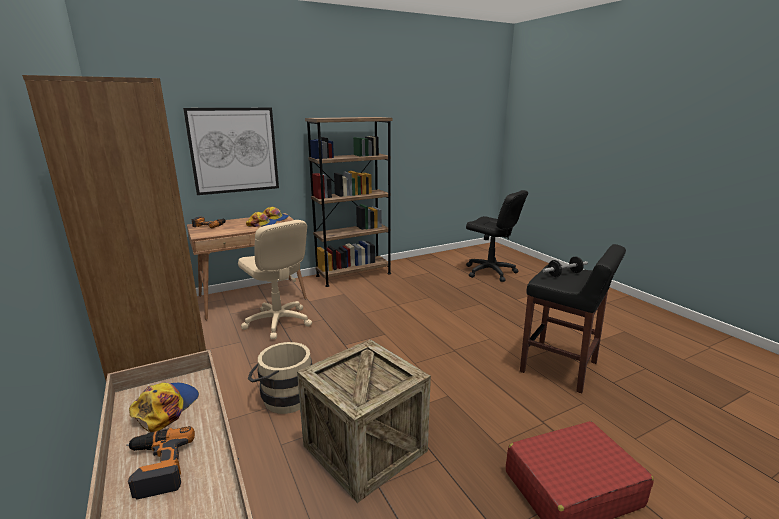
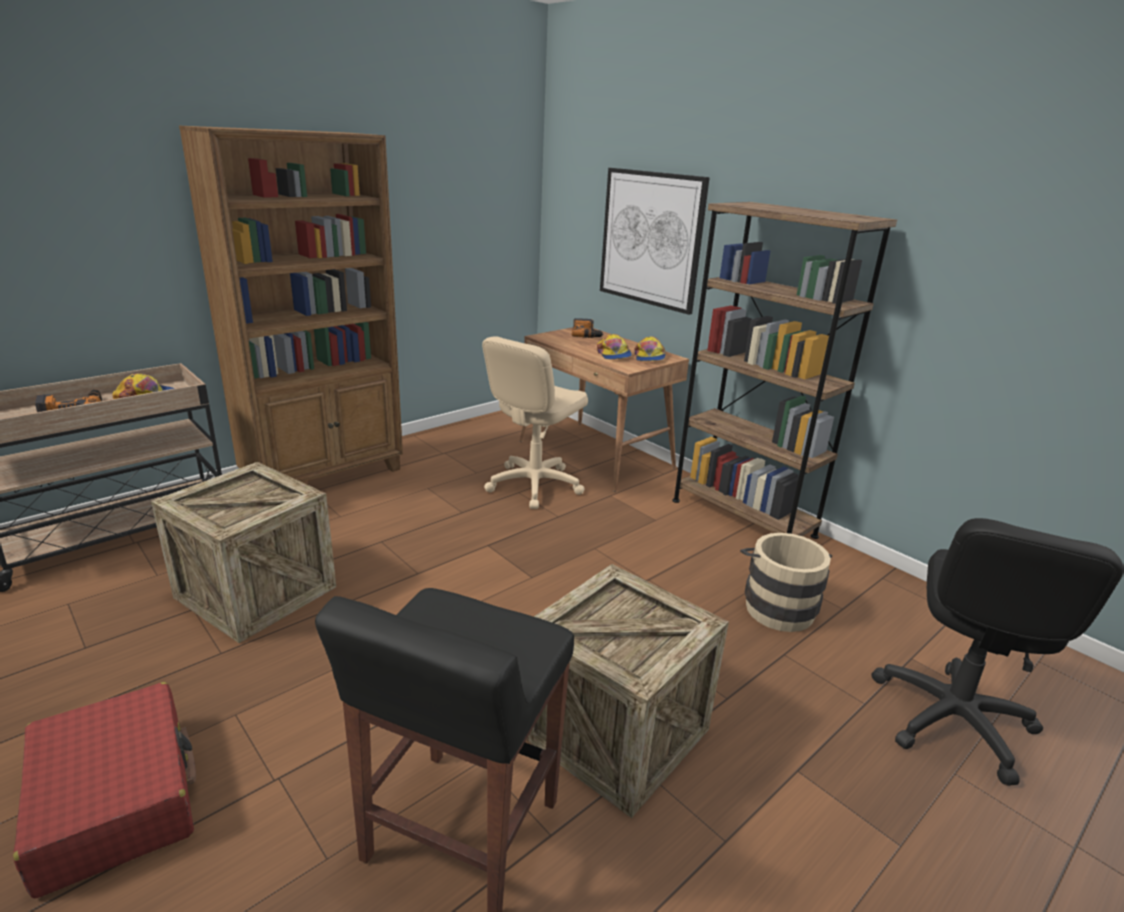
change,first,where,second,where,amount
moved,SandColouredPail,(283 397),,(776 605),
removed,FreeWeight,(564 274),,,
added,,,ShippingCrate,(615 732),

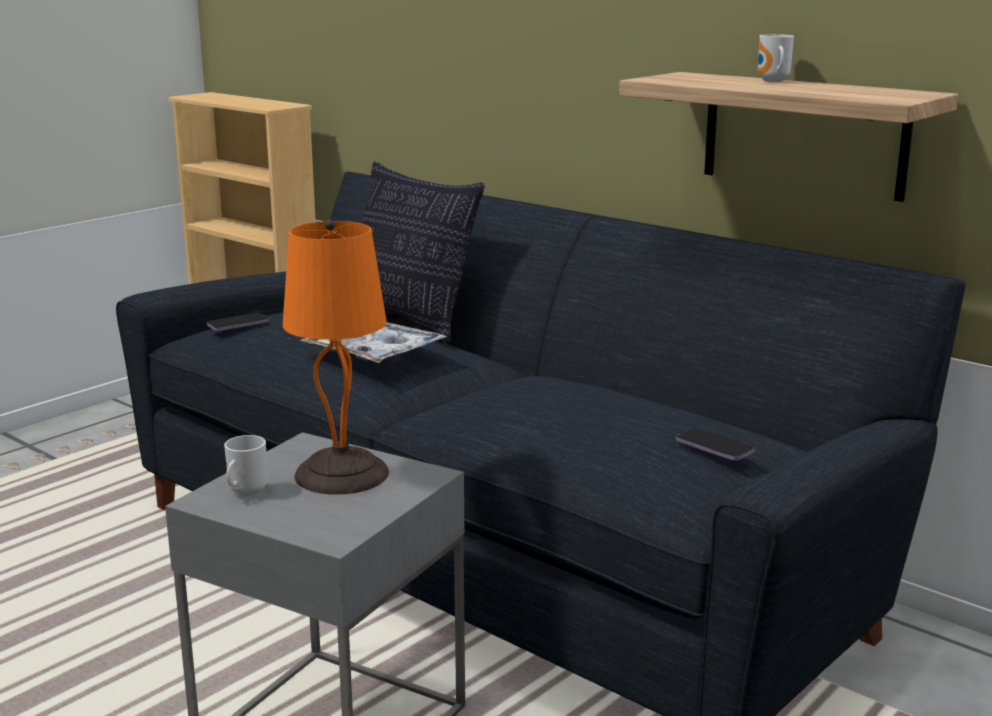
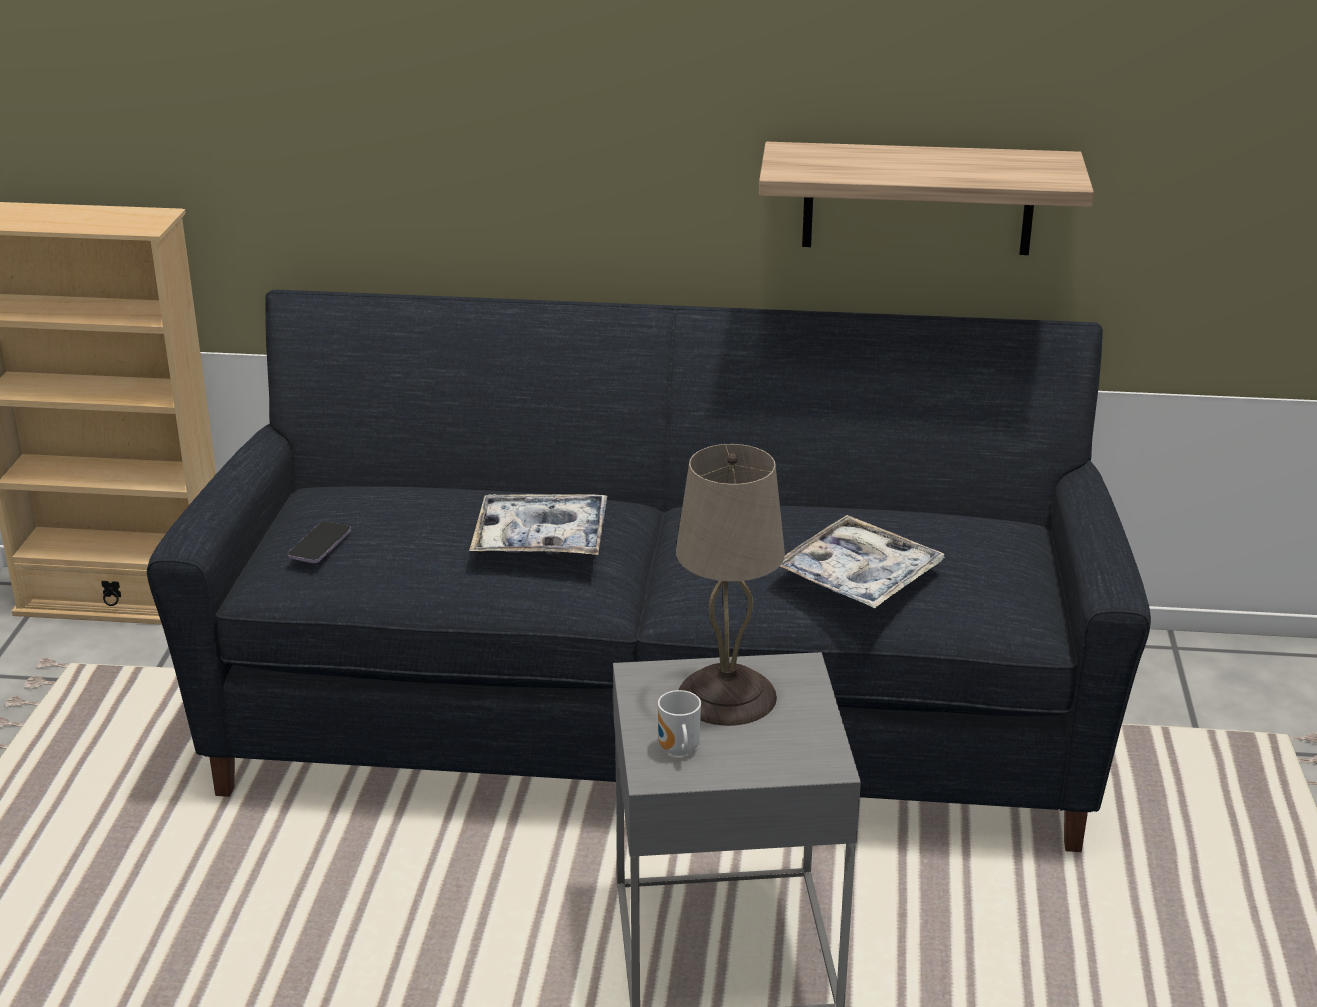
change,first,where,second,where,amount
recoloured,OrangeyLampForATable,(339 474),SandColouredLampForATable,(725 697),
removed,Cushion,(409 323),,,
removed,Telephone,(714 447),,,
removed,TeaMug,(772 81),,,
added,,,CarryingTray,(858 576),

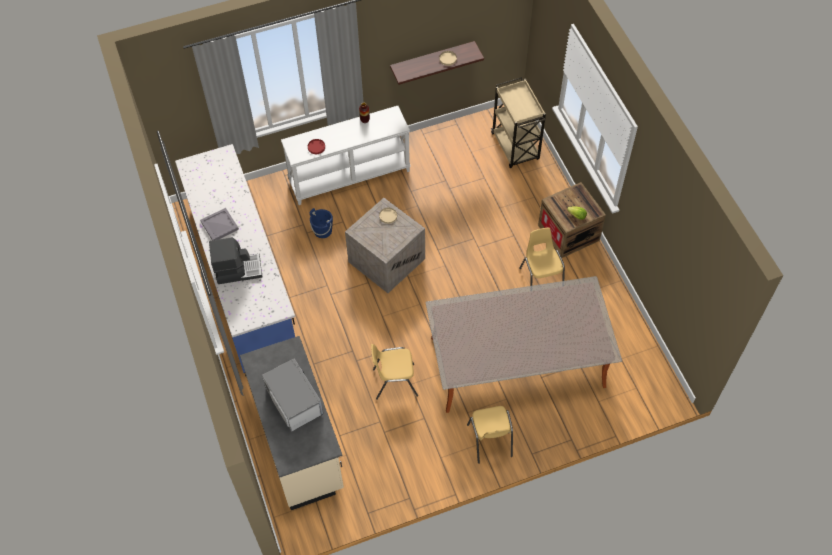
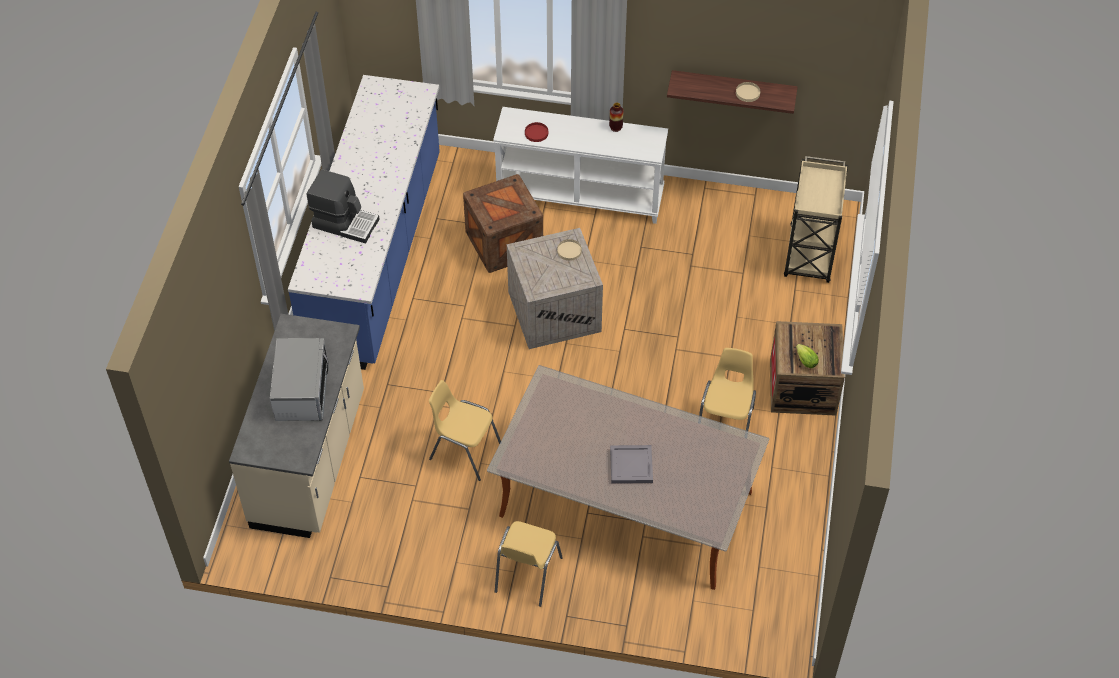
change,first,where,second,where,amount
moved,GrayCarryingTray,(220 226),,(632 466),
replaced,BluishPail,(323 230),ShippingCrate,(504 243),

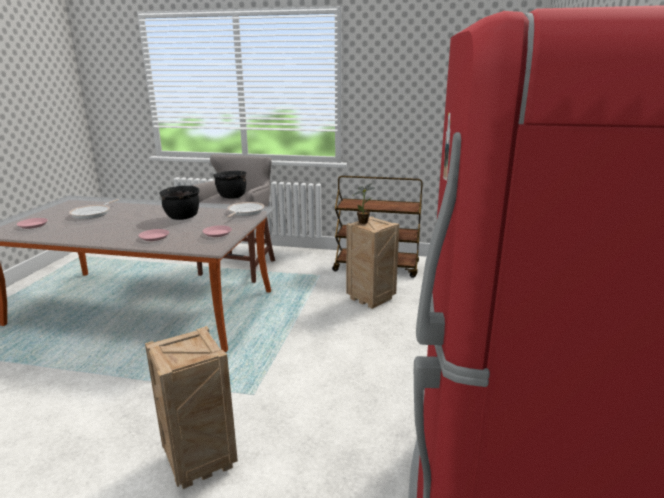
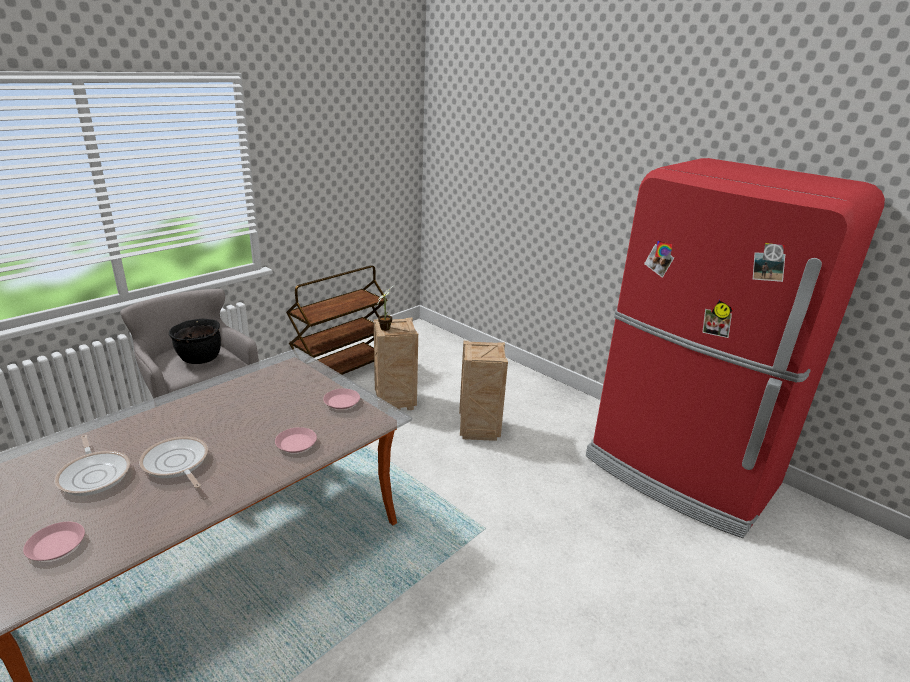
change,first,where,second,where,amount
moved,ShippingCrate,(199 462),,(479 430),
removed,BlackColouredSaucepot,(182 217),,,
moved,Skillet,(244 212),,(176 464),

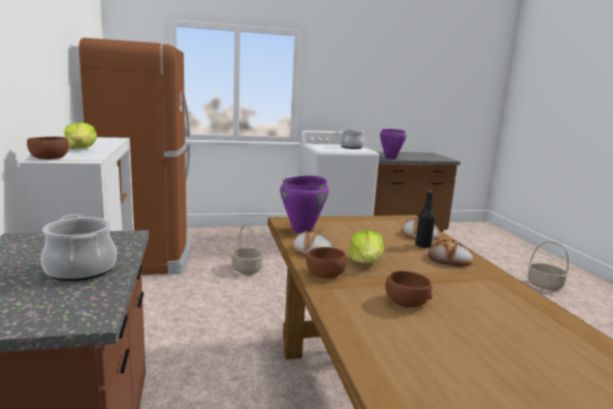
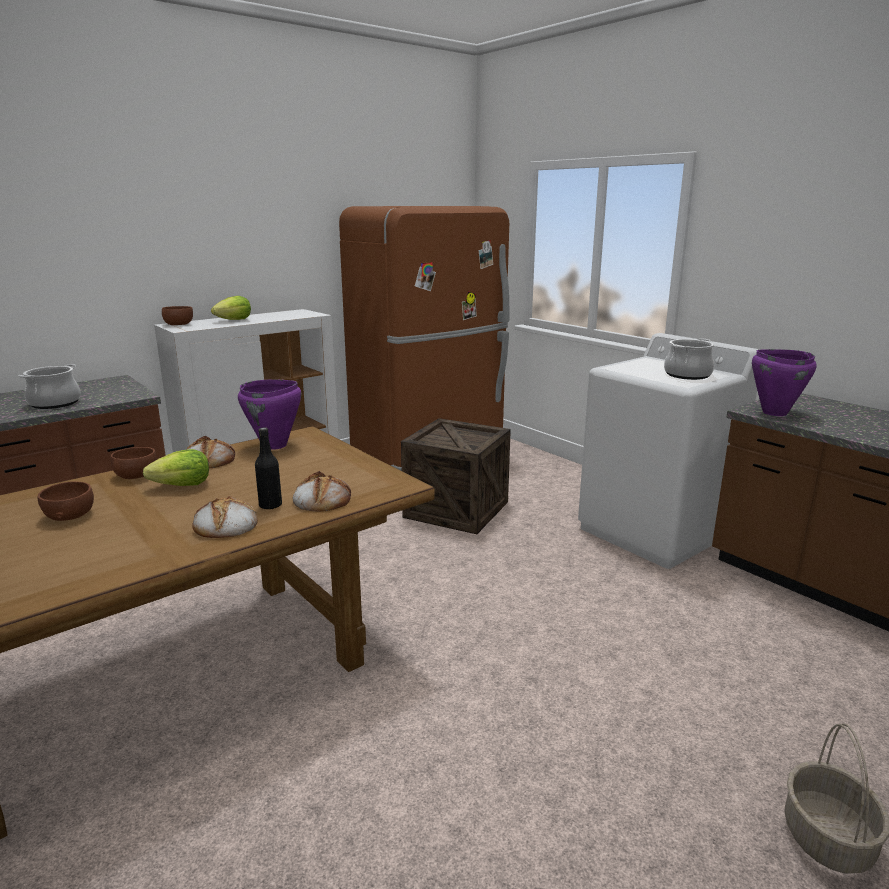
change,first,where,second,where,amount
replaced,Basket,(247 269),ShippingCrate,(456 509),

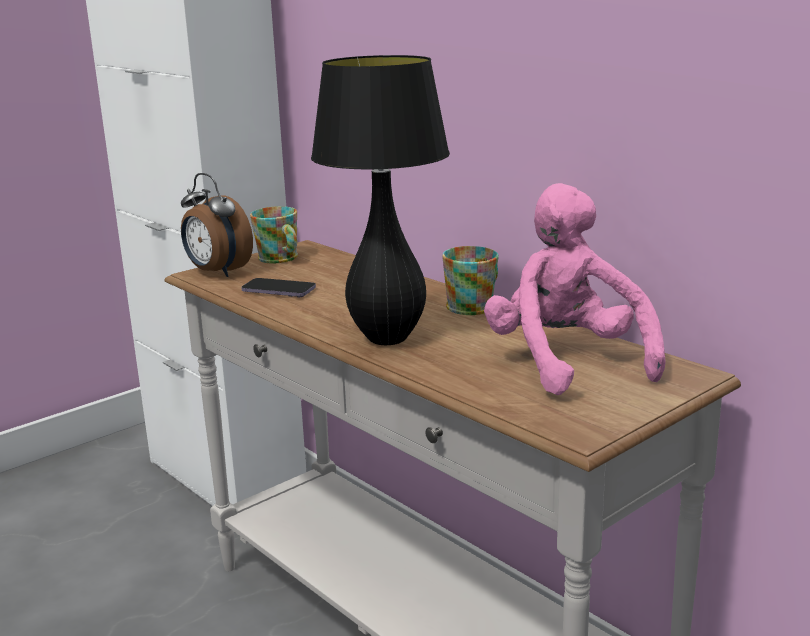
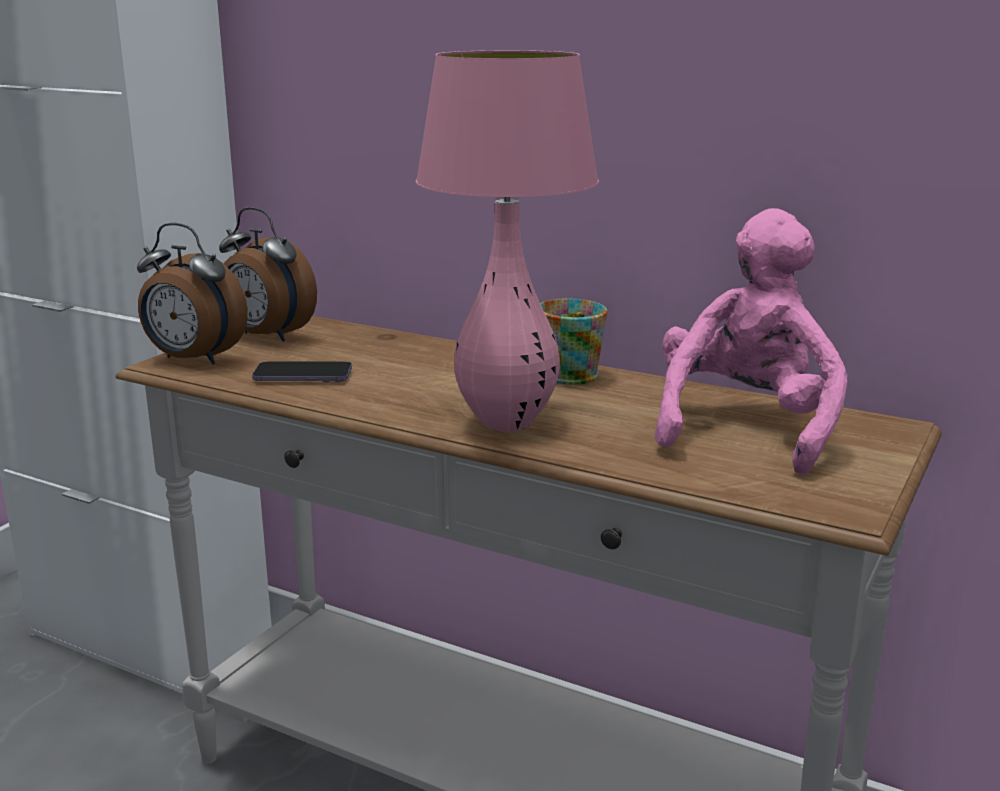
change,first,where,second,where,amount
replaced,TeaMug,(280 259),BedsideClock,(267 336),
recoloured,BlackColouredLampForATable,(388 339),PinkishLampForATable,(507 423),
turned,PinkishPlushToy,(566 361),,(745 428),60 degrees clockwise

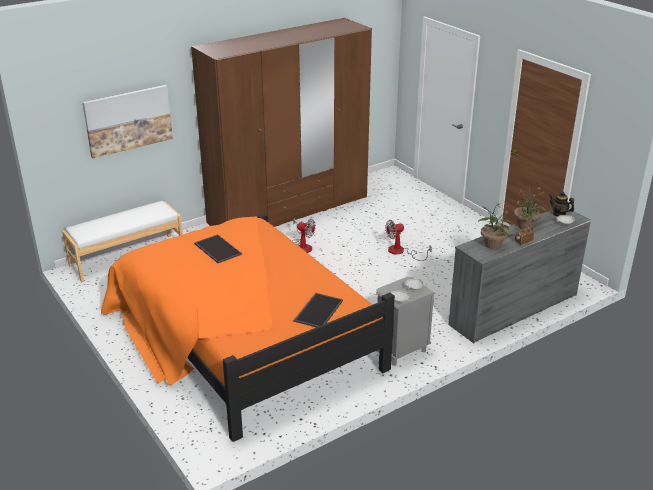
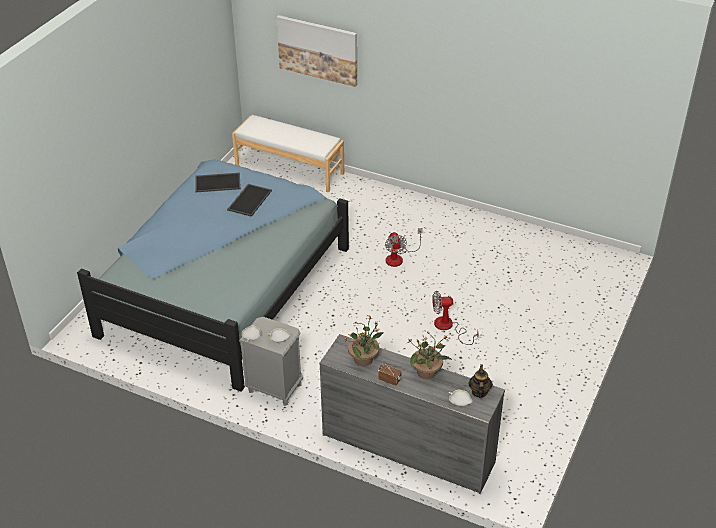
change,first,where,second,where,amount
recoloured,OrangeySleepingBed,(242 339),BluishSleepingBed,(222 284),
removed,BrownColouredArmoire,(289 210),,,
moved,CarryingTray,(318 310),,(218 182),
turned,CoolingFan,(401 252),,(448 327),45 degrees counterclockwise

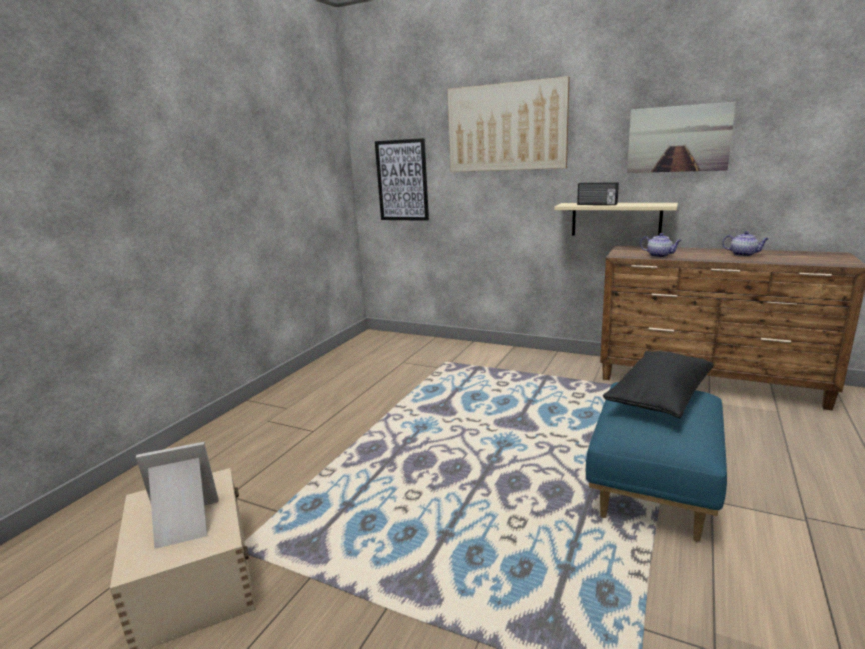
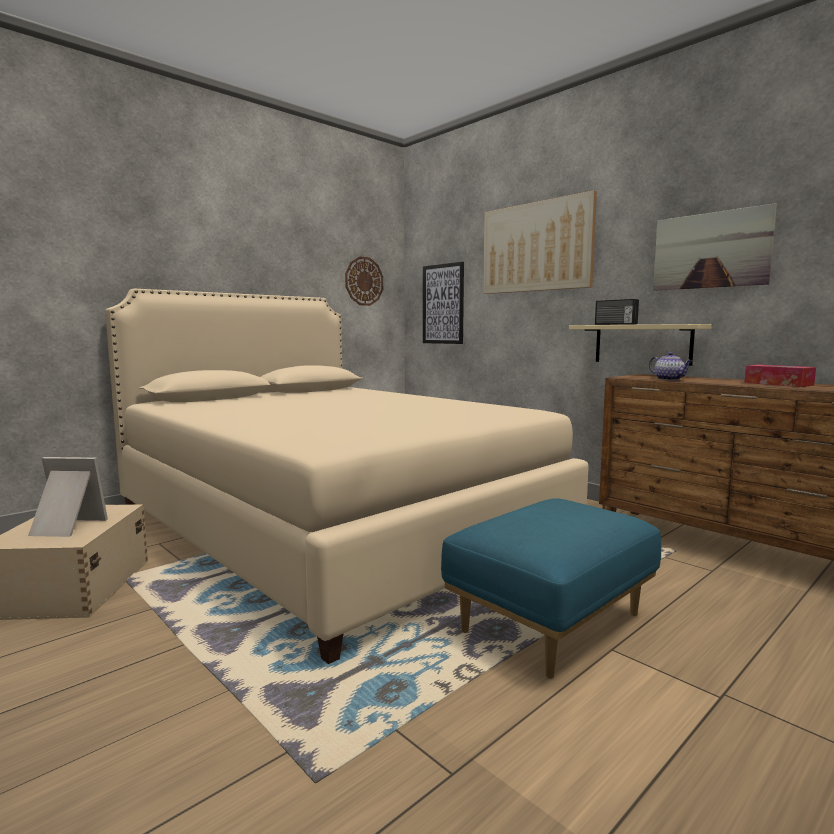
change,first,where,second,where,amount
removed,BlackColouredCushion,(659 398),,,
replaced,Teapot,(743 254),BoxOfTissues,(778 384),
added,,,SandColouredSleepingBed,(333 528),
added,,,HangingClock,(364 281),

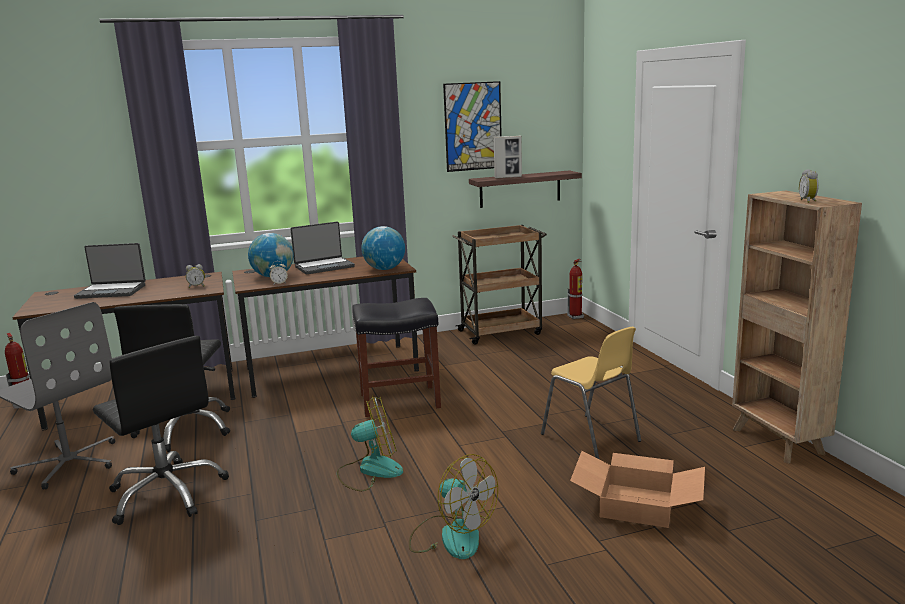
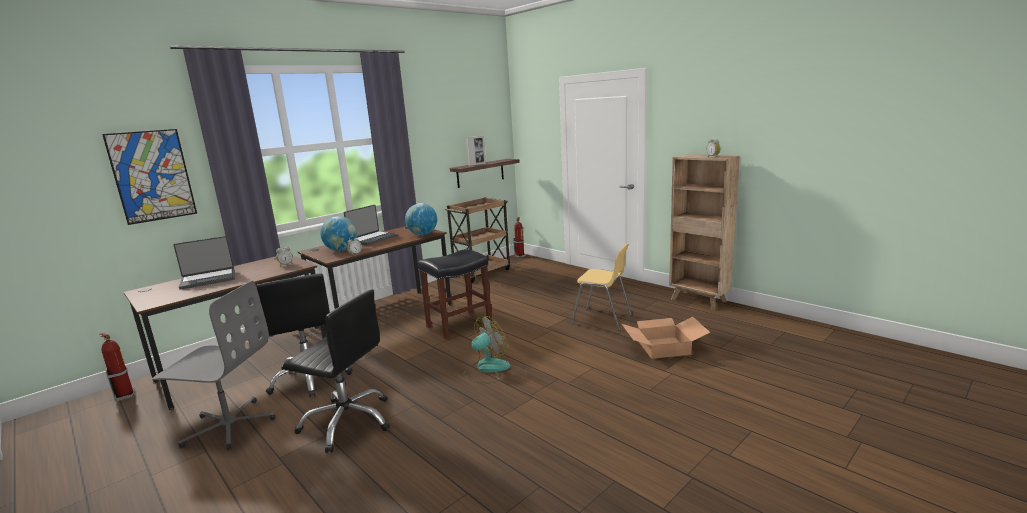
change,first,where,second,where,amount
removed,CoolingFan,(451 536),,,
moved,WallPicture,(473 126),,(152 176),

